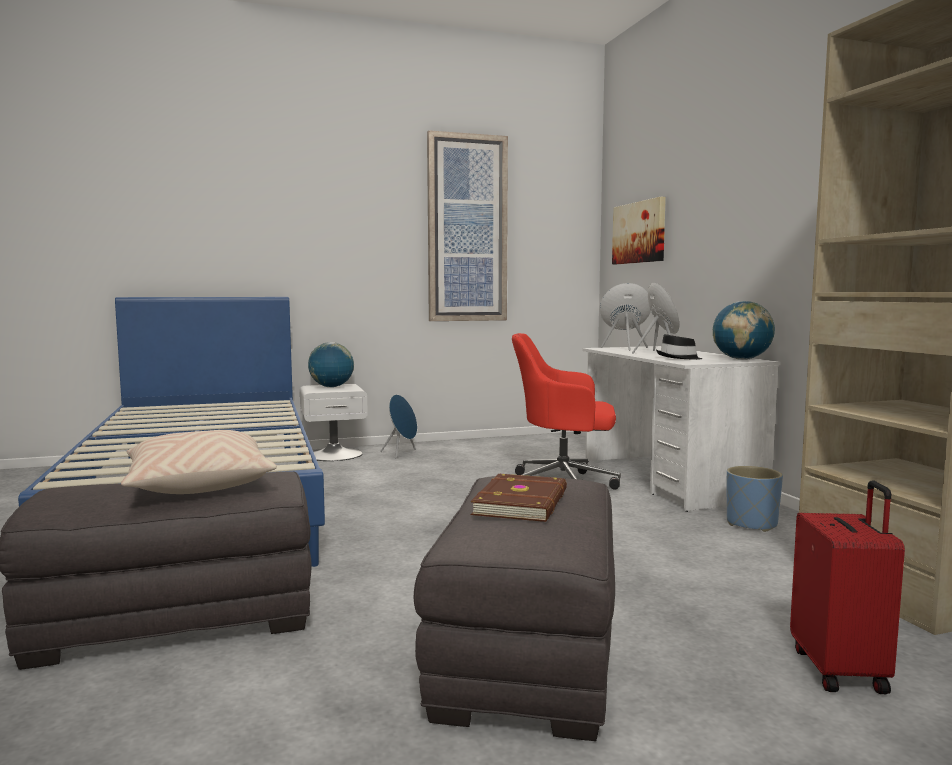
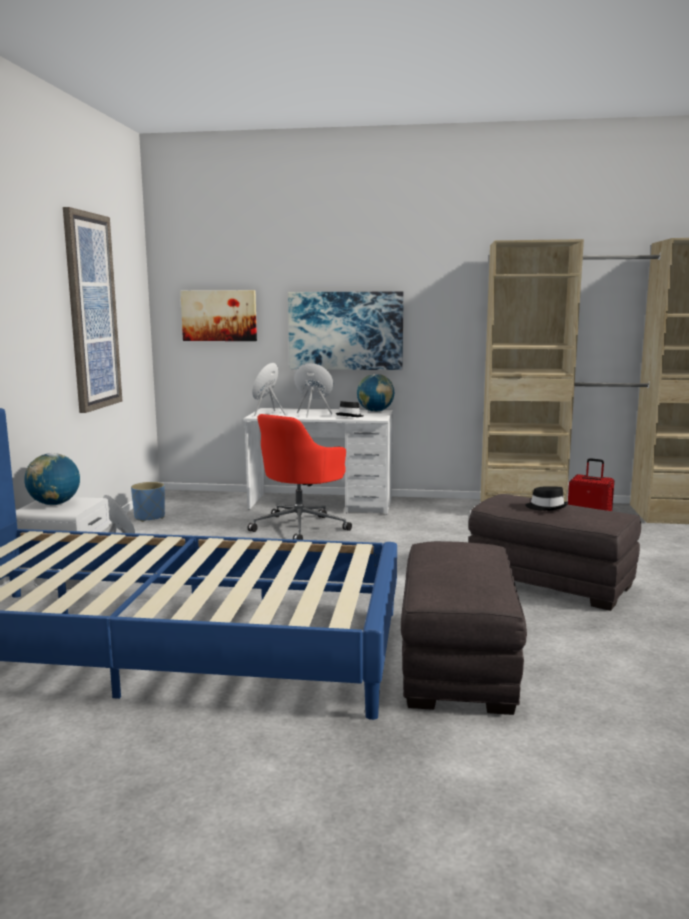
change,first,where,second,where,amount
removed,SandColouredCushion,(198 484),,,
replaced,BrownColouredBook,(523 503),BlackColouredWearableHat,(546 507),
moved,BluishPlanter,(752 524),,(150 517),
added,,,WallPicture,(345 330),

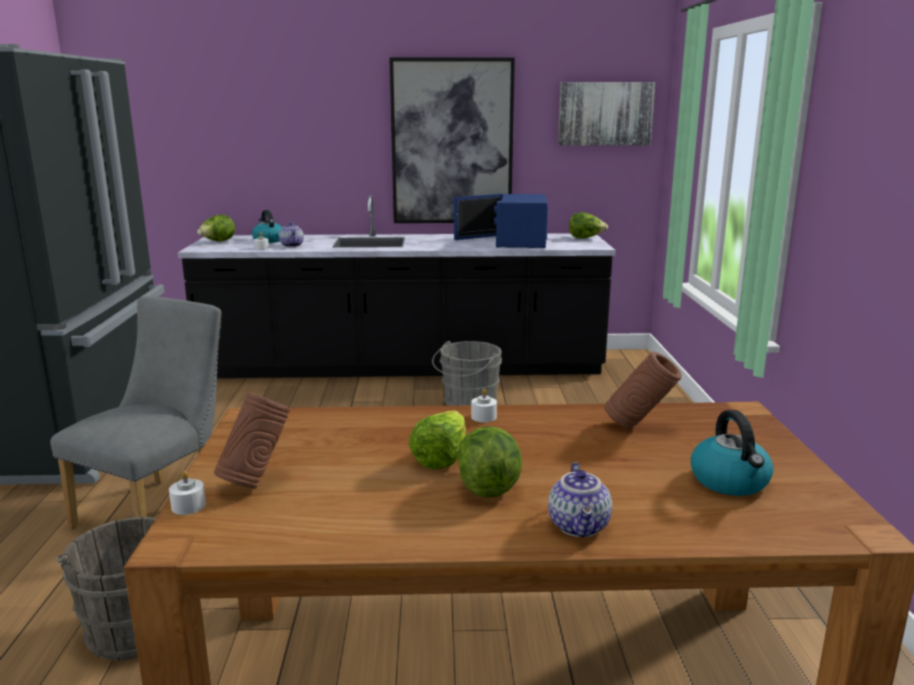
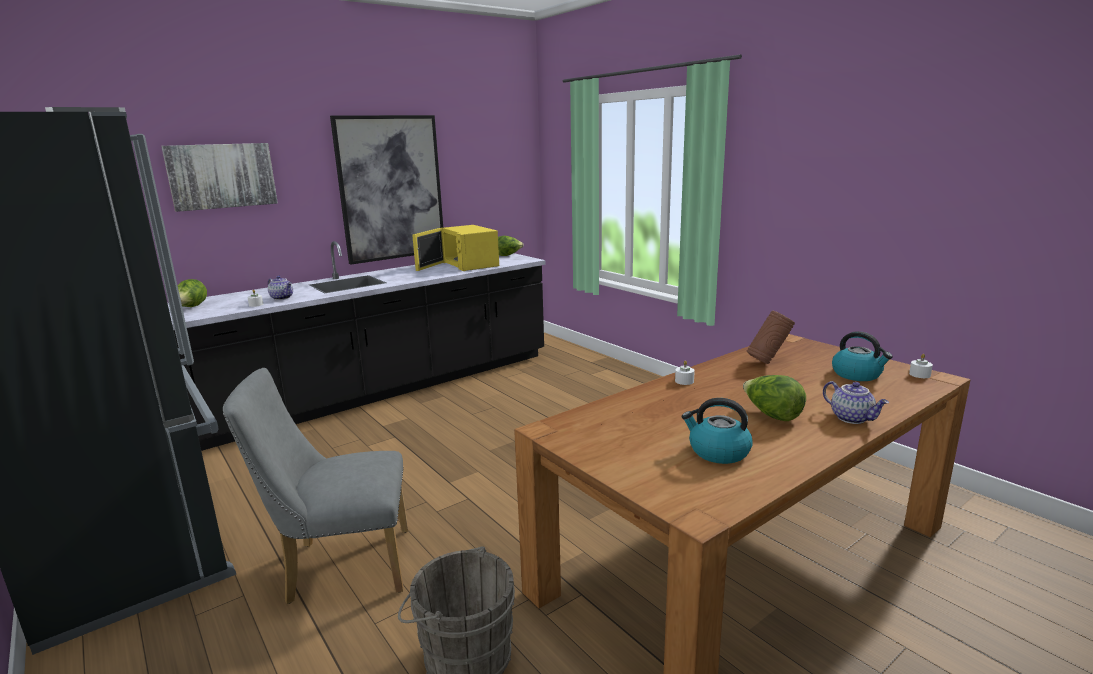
change,first,where,second,where,amount
turned,GrayPlainChair,(160 509),,(340 567),90 degrees counterclockwise
moved,WhiteCandle,(188 506),,(919 374),
removed,BrownColouredVase,(255 482),,,
moved,Kettle,(268 240),,(718 452),
removed,LettuceHead,(441 458),,,
removed,GrayPail,(468 404),,,
recoloured,BluishKitchenMicrowave,(517 241),YellowKitchenMicrowave,(466 265),
moved,WallPicture,(605 114),,(222 176),

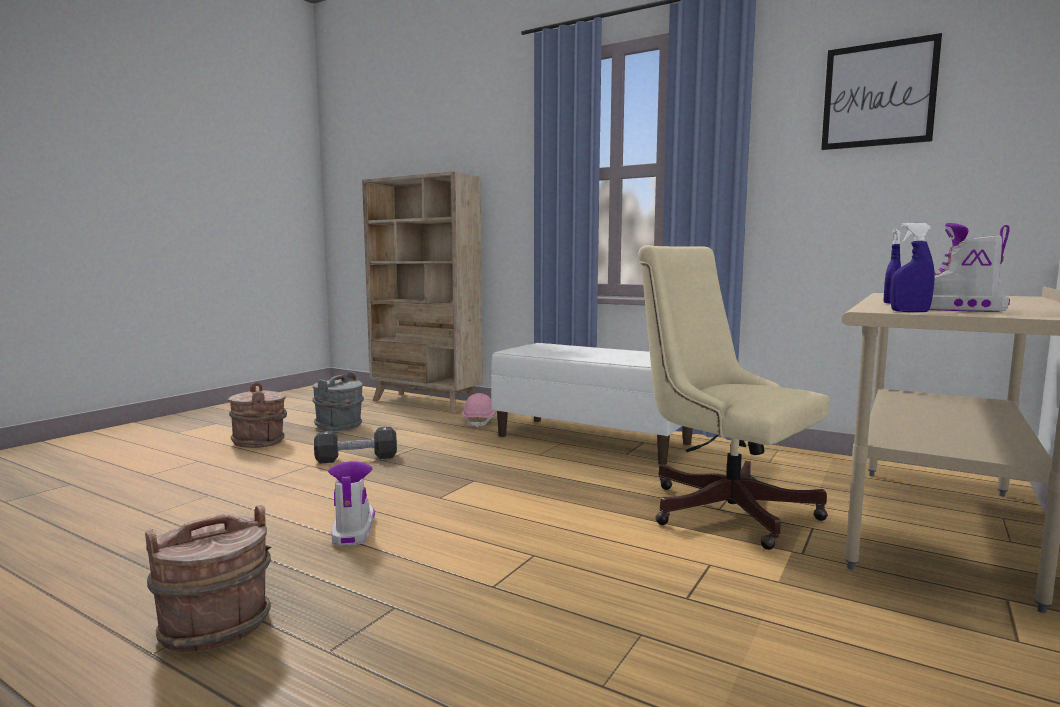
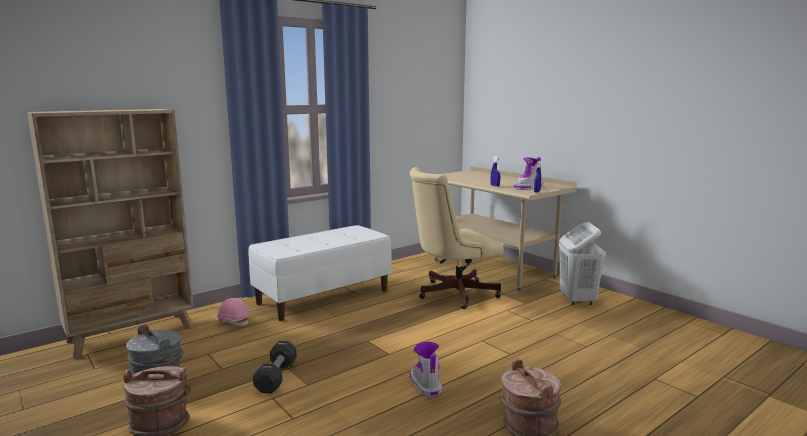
change,first,where,second,where,amount
turned,HighTopBoot,(353 530),,(425 384),60 degrees clockwise
removed,WallPicture,(878 95),,,
added,,,WhiteLaundryBasket,(577 300),

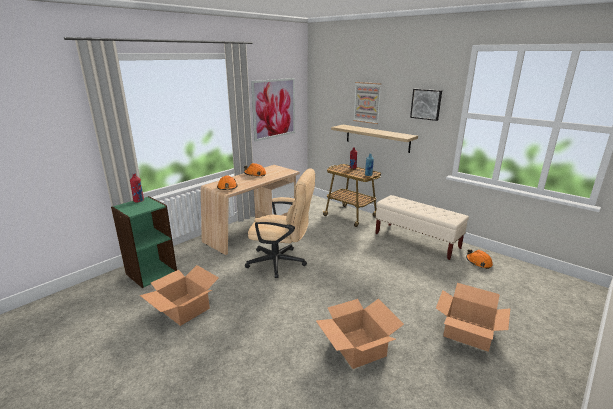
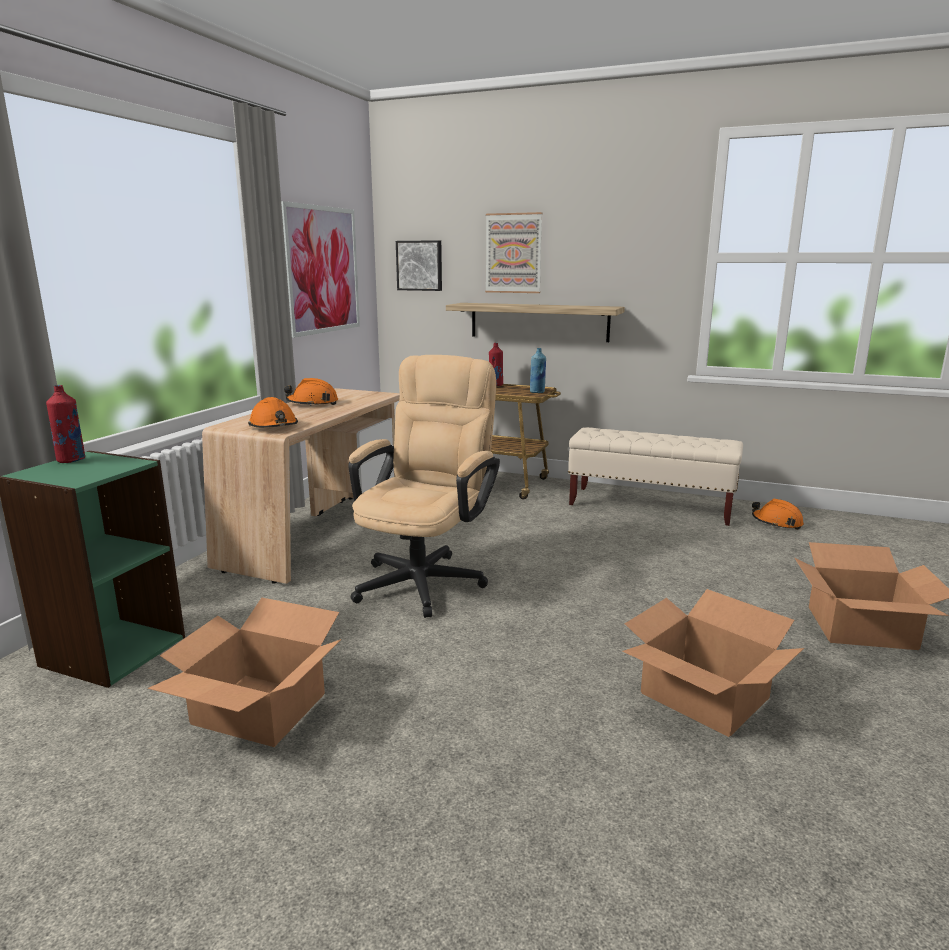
change,first,where,second,where,amount
turned,SandColouredDeskChair,(282 262),,(426 578),60 degrees counterclockwise
moved,WallPicture,(426 104),,(420 265),

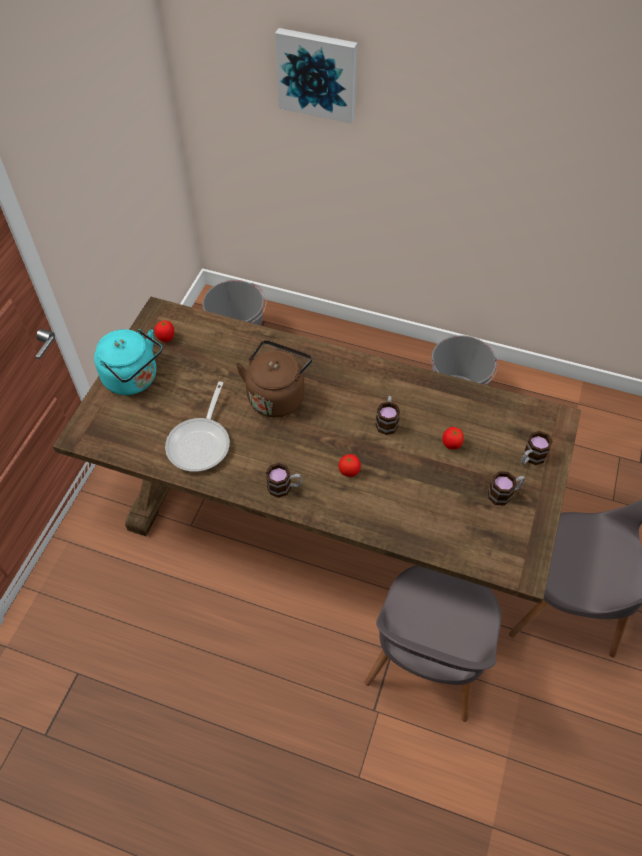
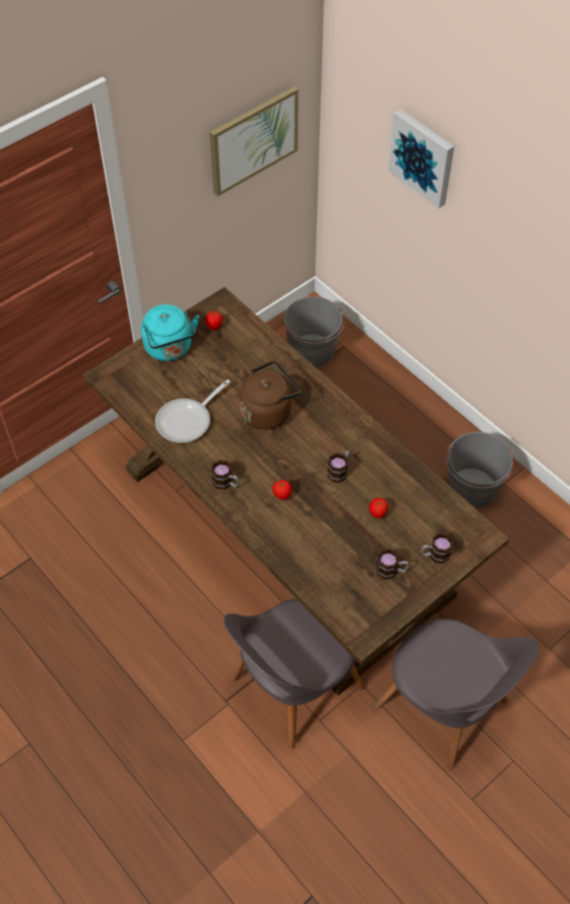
change,first,where,second,where,amount
added,,,WallPicture,(253 140),

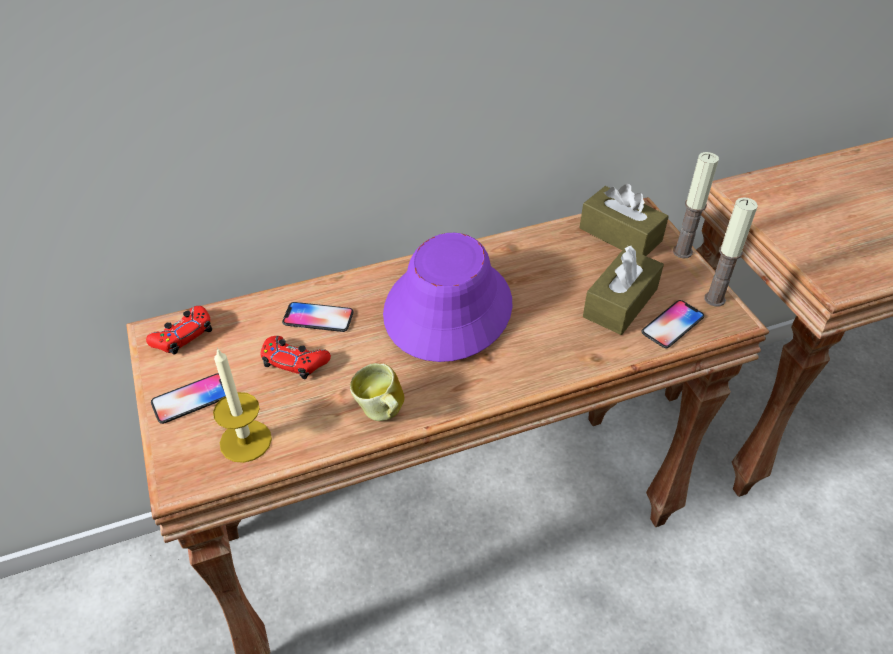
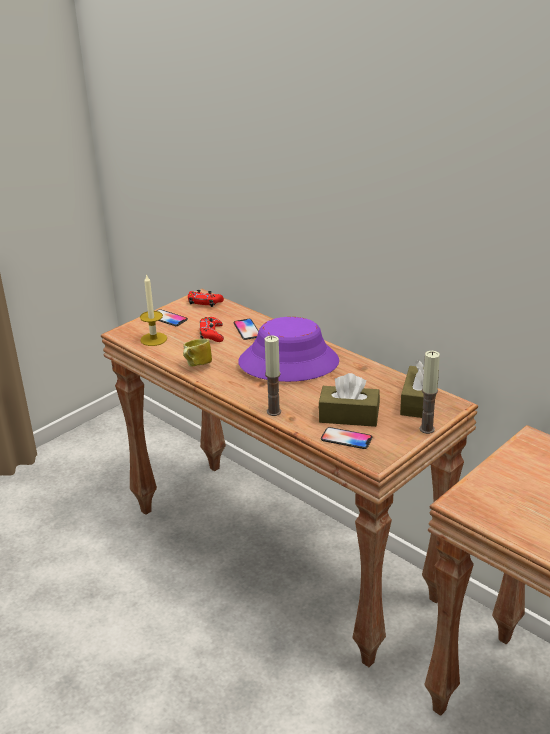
change,first,where,second,where,amount
moved,Candle,(714 299),,(273 411),

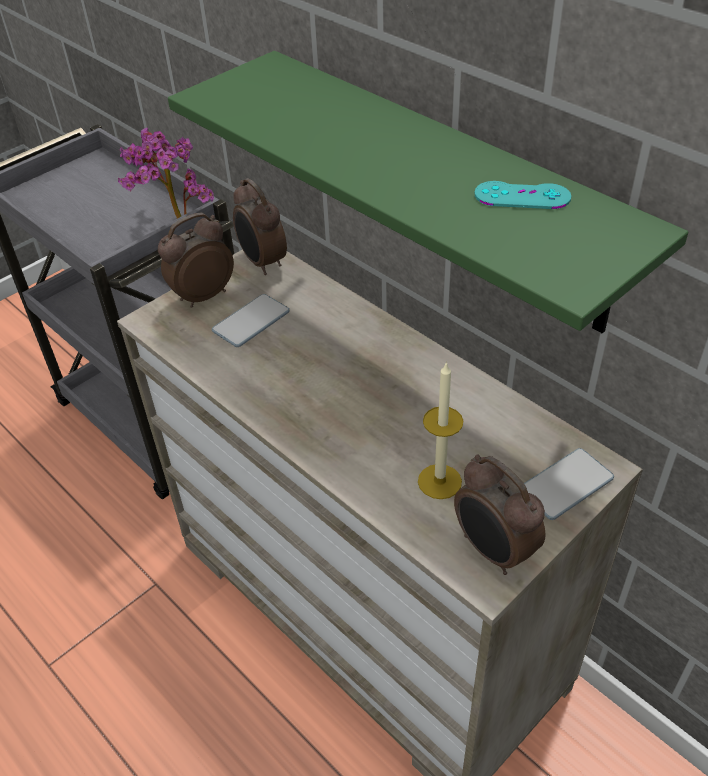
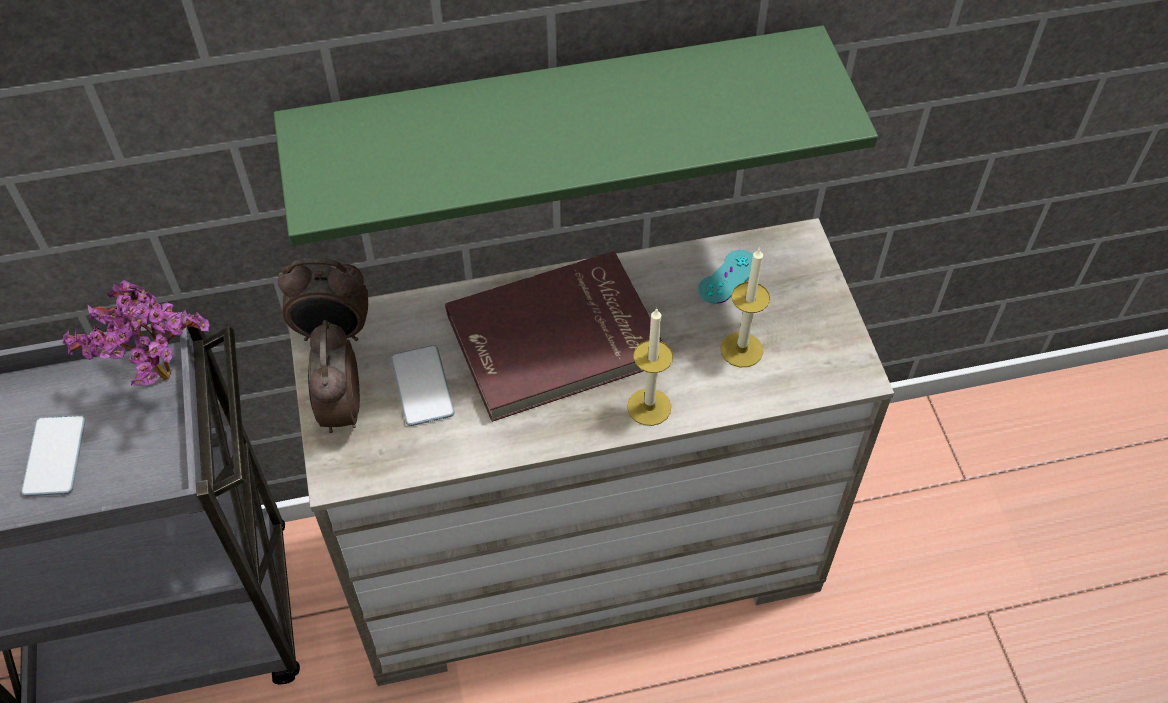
change,first,where,second,where,amount
removed,BedsideClock,(493 551),,,
moved,BlueGreenGameController,(522 196),,(728 277),
moved,Telephone,(565 485),,(55 456),
added,,,ReddishBook,(556 342),
added,,,Candle,(649 407),

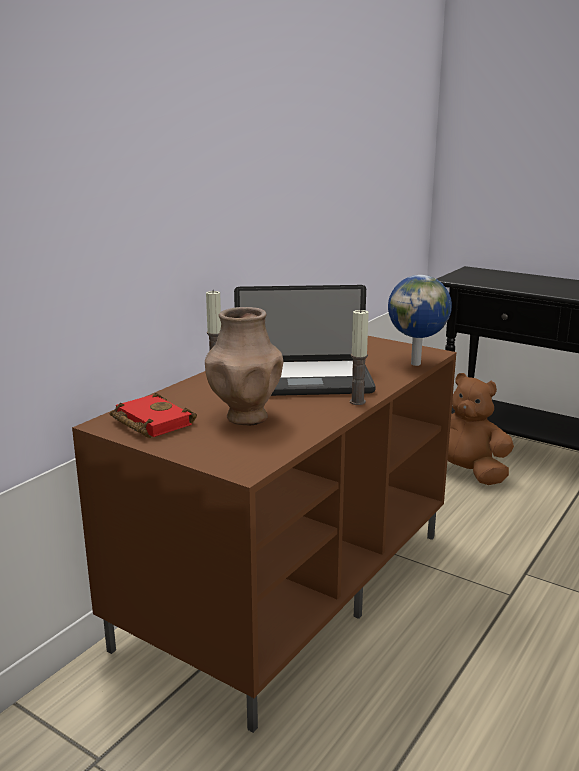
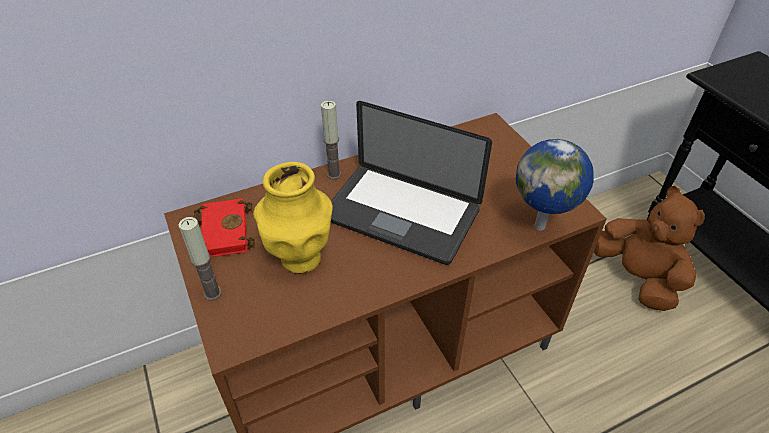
change,first,where,second,where,amount
recoloured,BrownColouredVase,(246 417),YellowVase,(301 257),
moved,Candle,(357 402),,(213 293),

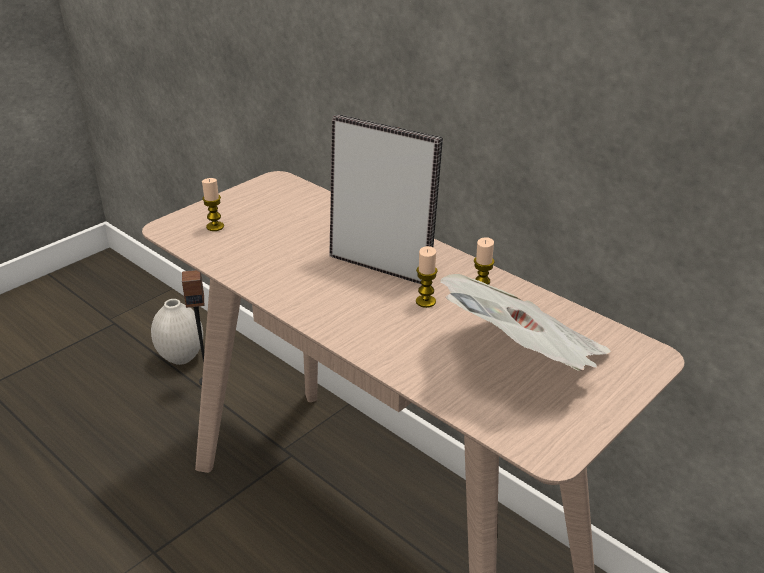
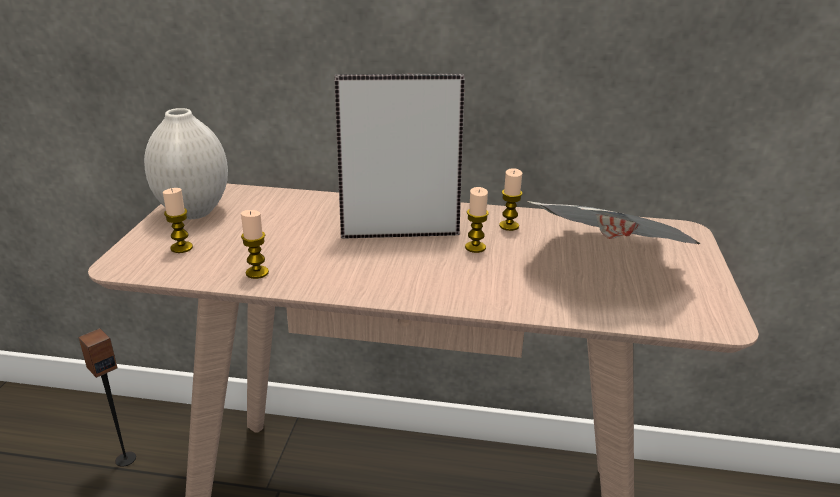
change,first,where,second,where,amount
moved,WhiteVase,(182 358),,(195 212),
added,,,Candle,(257 272),

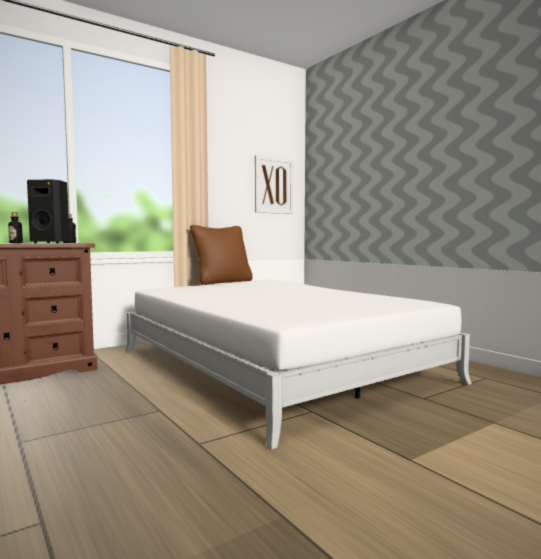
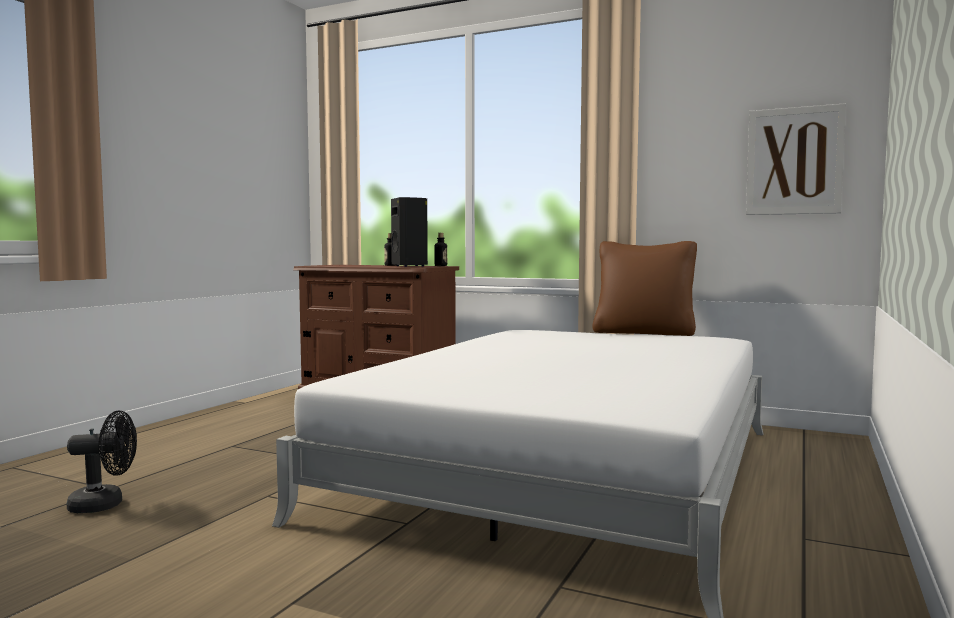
change,first,where,second,where,amount
added,,,BlackColouredCoolingFan,(105 504),

